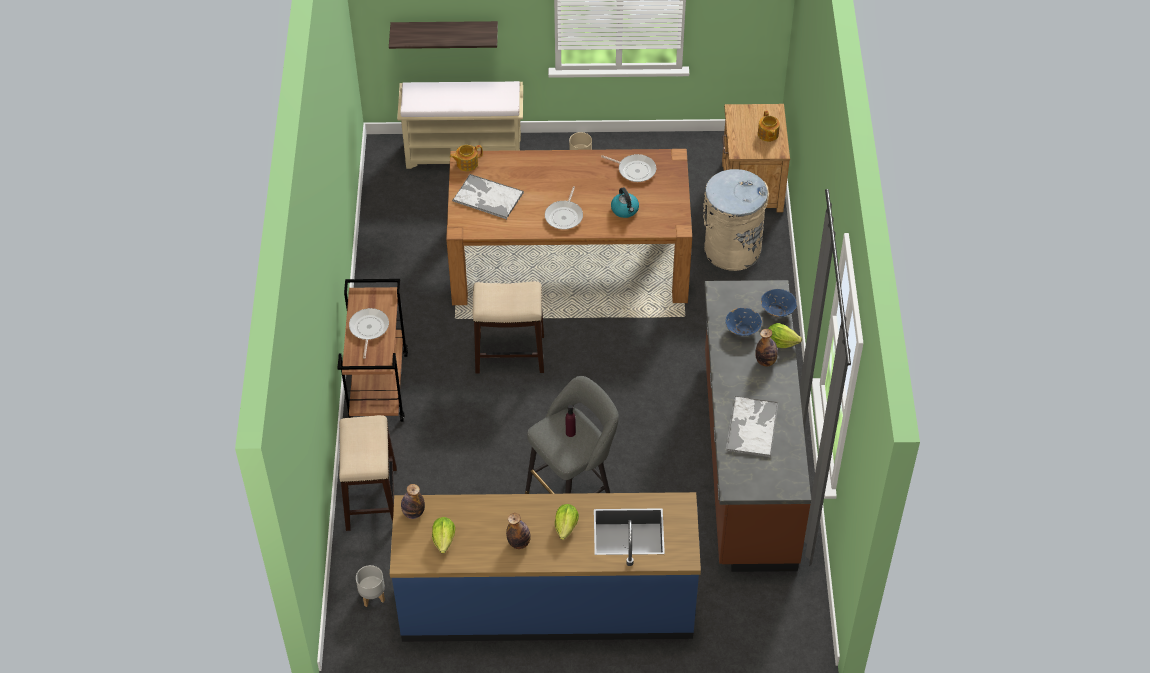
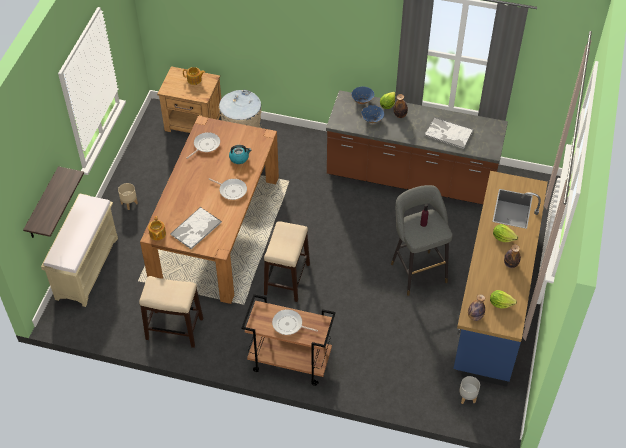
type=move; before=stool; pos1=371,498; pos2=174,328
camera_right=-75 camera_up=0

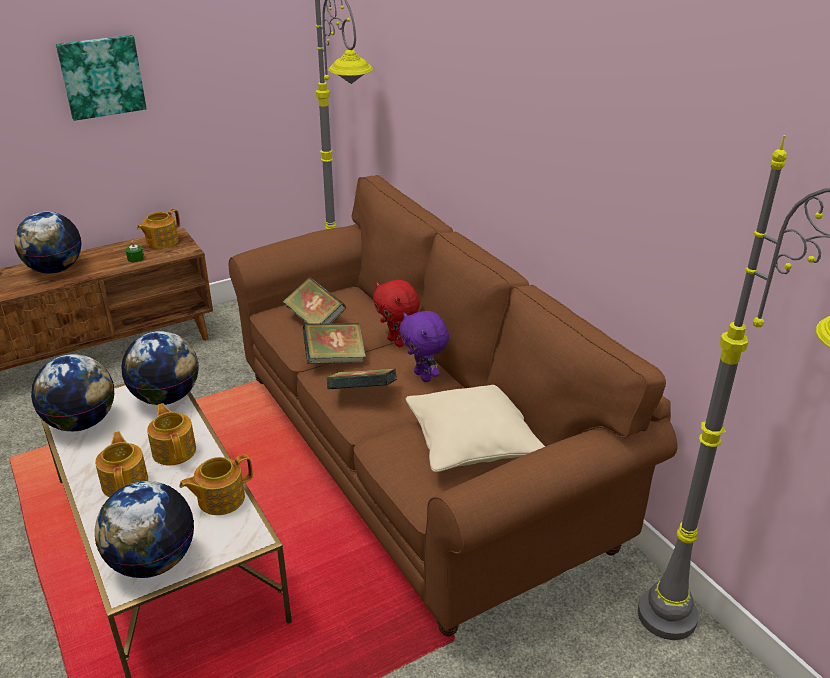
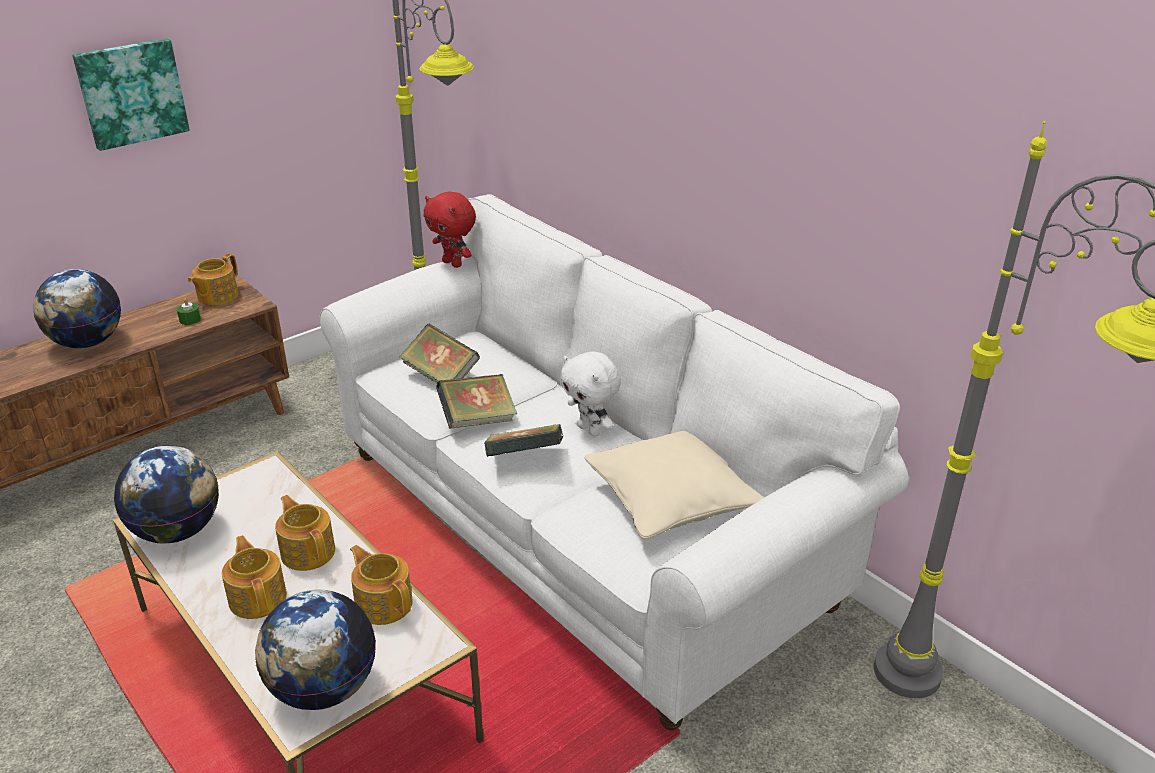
type=delete; before=globe; pos1=166,397
type=rotate; before=teapot; pos1=220,499; pos2=384,603; turn=90
type=recolor; before=brown sofa; after=white sofa; pos1=415,457; pos2=578,528
type=move; before=red plush toy; pos1=397,342; pos2=453,263
type=recolor; before=purple plush toy; after=white plush toy; pos1=424,376; pos2=590,430
camera_right=-10 camera_up=0

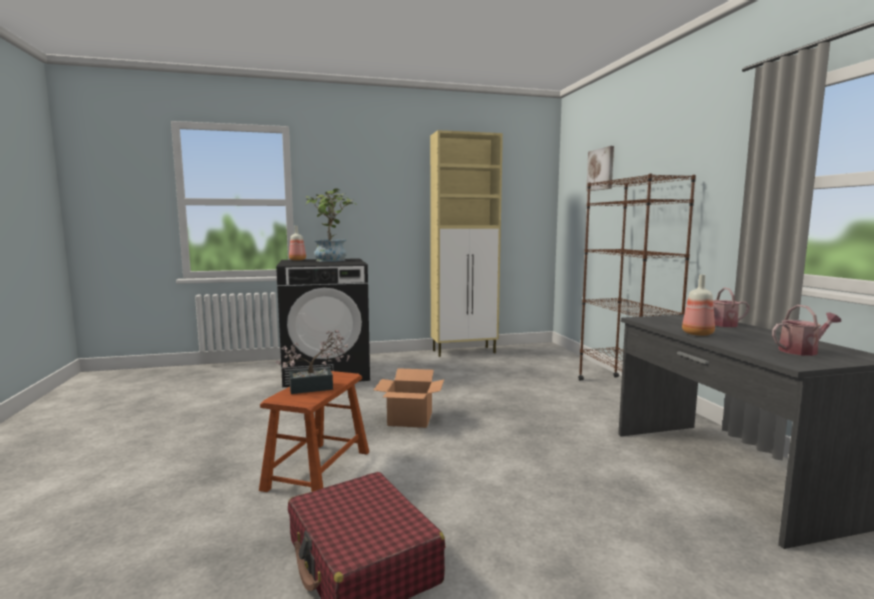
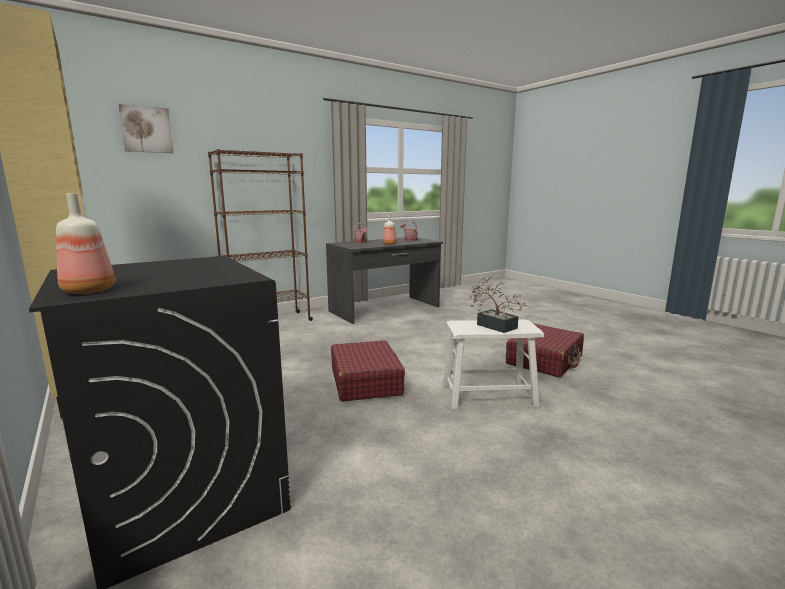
type=recolor; before=brown stool; after=white stool; pos1=318,470; pos2=488,394
type=delete; before=potted plant; pos1=331,260
type=replace; before=cardboard box; after=red suitcase; pos1=411,419; pos2=366,381
camera_right=-110 camera_up=5

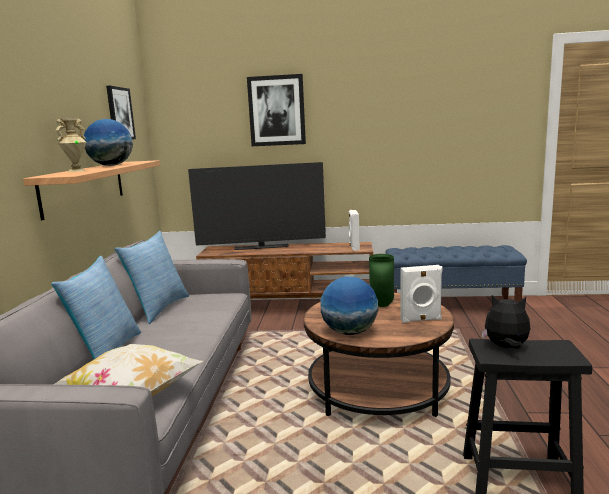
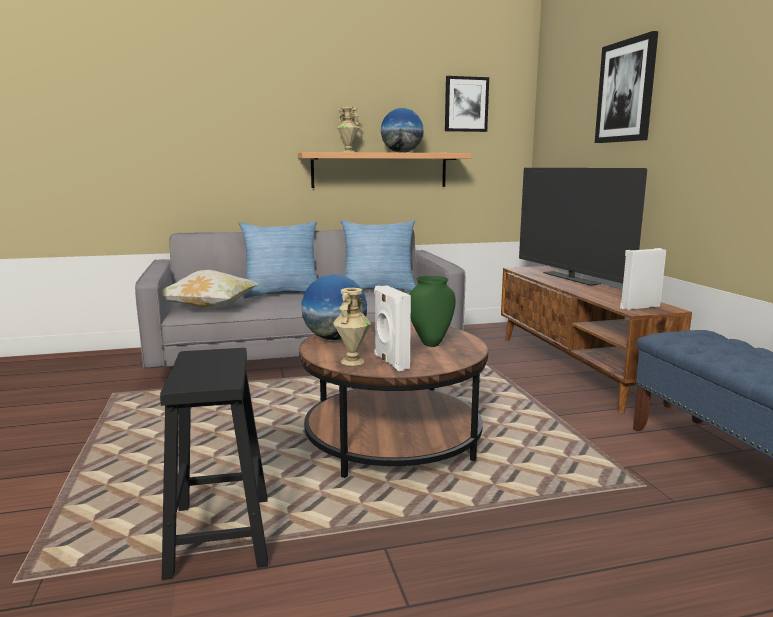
type=delete; before=plush toy; pos1=506,348
type=insert; after=beige vase; pos2=352,361
camera_right=70 camera_up=0

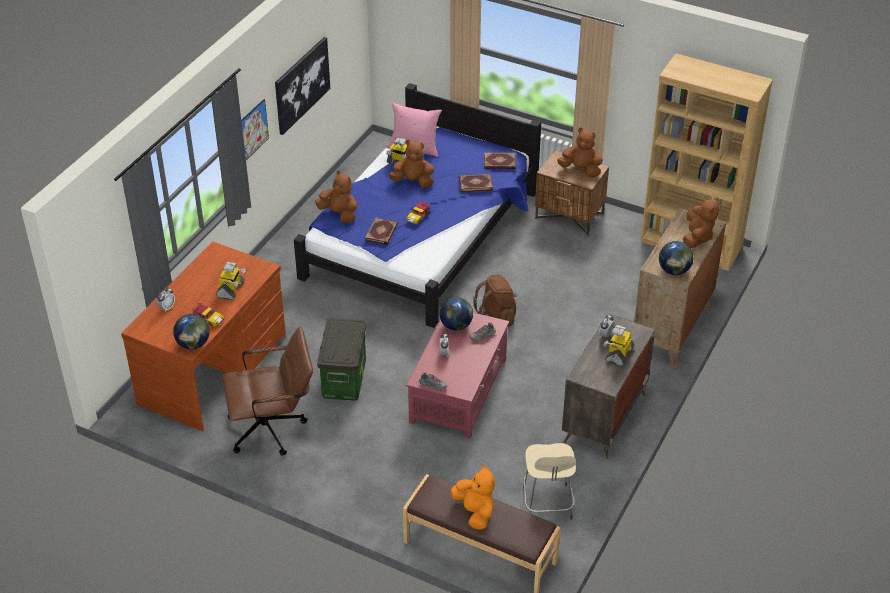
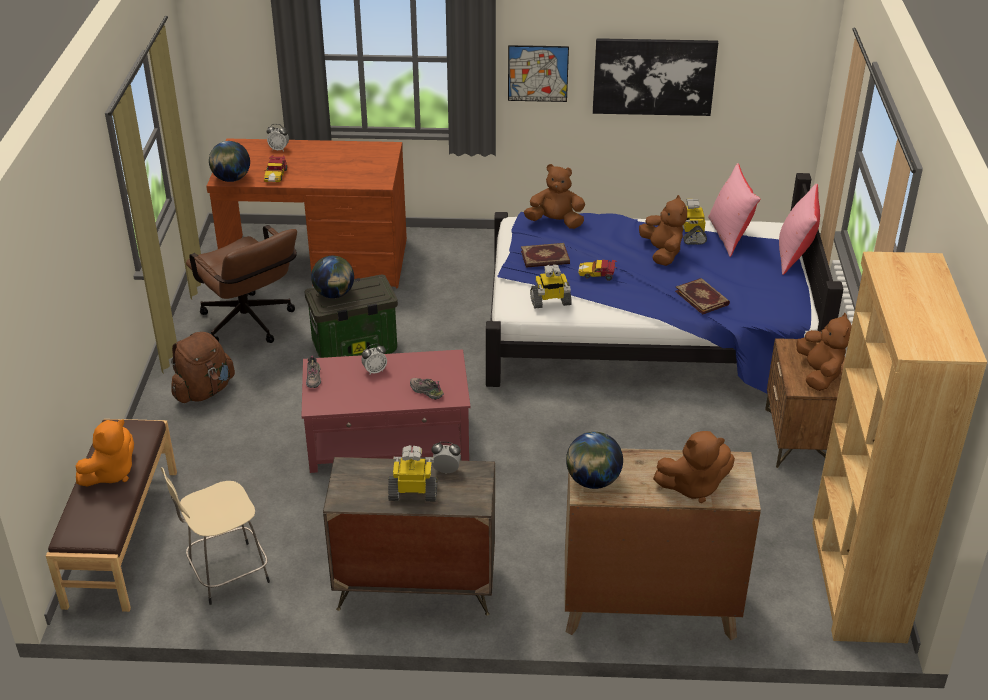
type=move; before=toy robot; pos1=231,290; pos2=550,302
type=rotate; before=brown plush toy; pos1=339,214; pos2=555,222; turn=-90
type=move; before=globe; pos1=456,325; pos2=334,294
type=move; before=brown backpack; pos1=497,316; pos2=204,391
type=delete; before=book; pos1=499,162
type=insert; after=pink pillow; pos2=794,255
camera_right=65 camera_up=-5

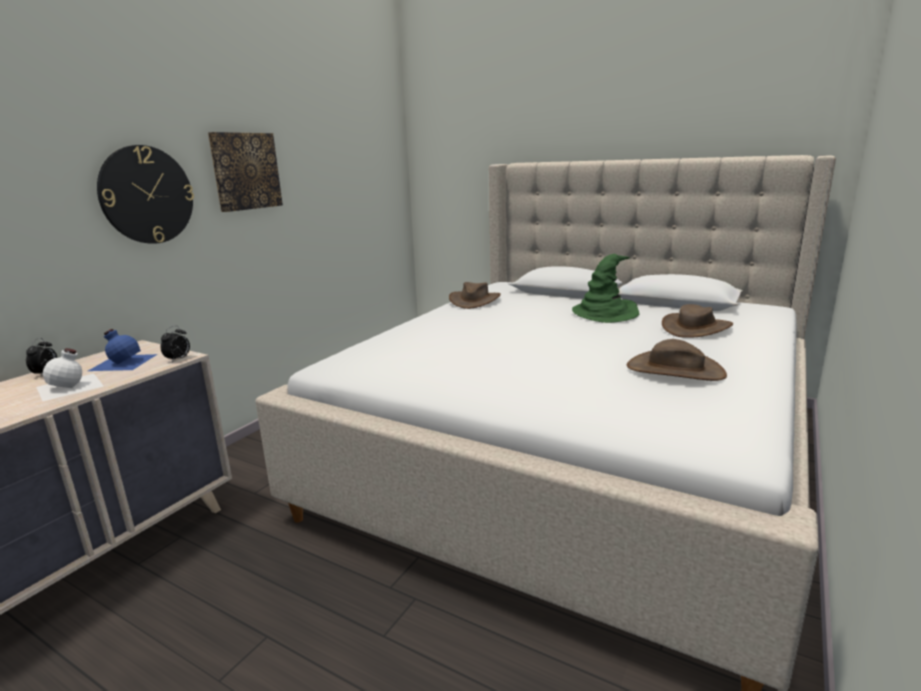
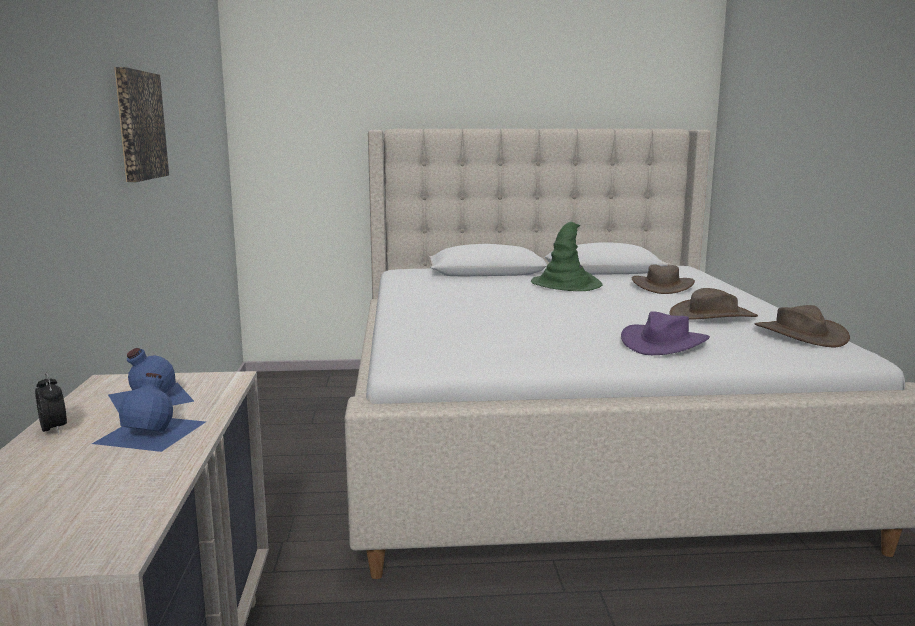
type=recolor; before=white bottle; after=blue bottle; pos1=71,386; pos2=153,431
type=delete; before=wall clock; pos1=147,195
type=delete; before=alarm clock; pos1=178,359
type=move; before=brown hat; pos1=474,300; pos2=800,334
type=insert; after=purple hat; pos2=663,343
camera_right=-35 camera_up=-5

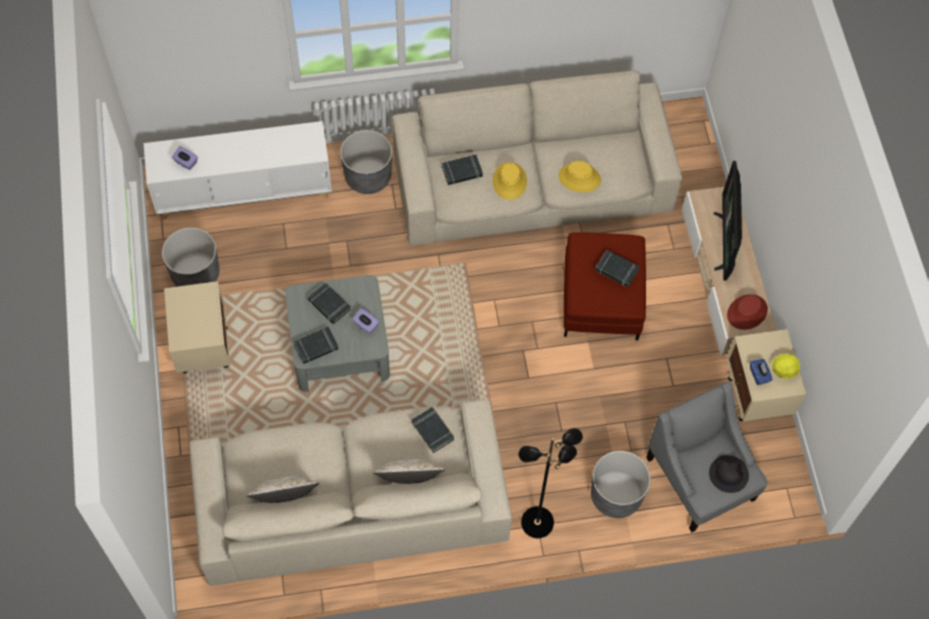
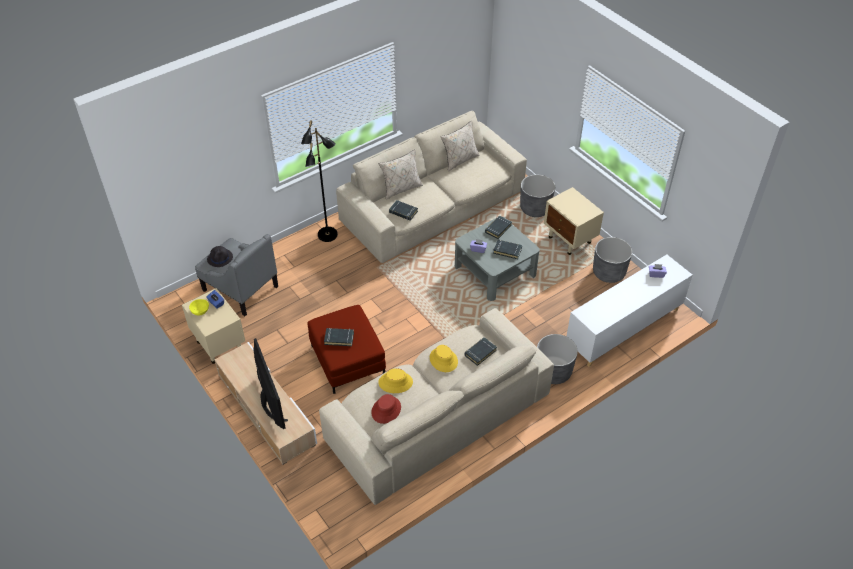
type=move; before=grey planter; pos1=616,495; pos2=535,208
type=move; before=red hat; pos1=747,312; pos2=386,410
camera_right=155 camera_up=-15

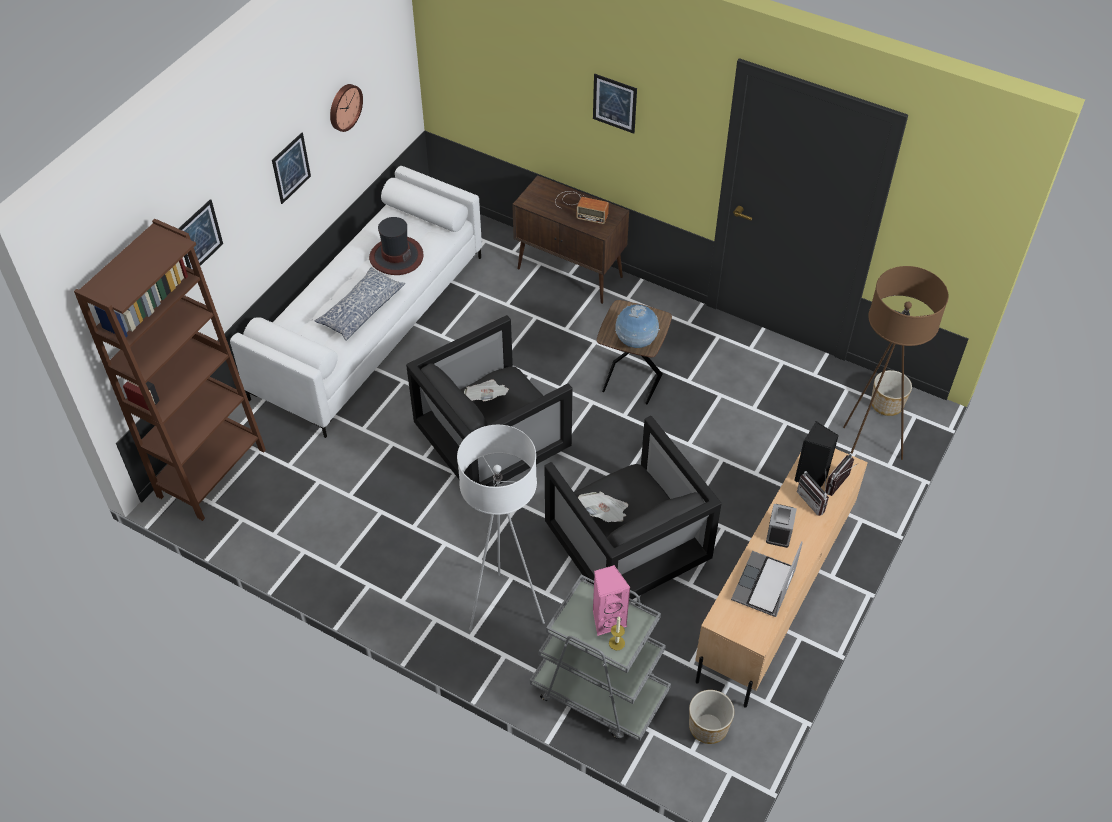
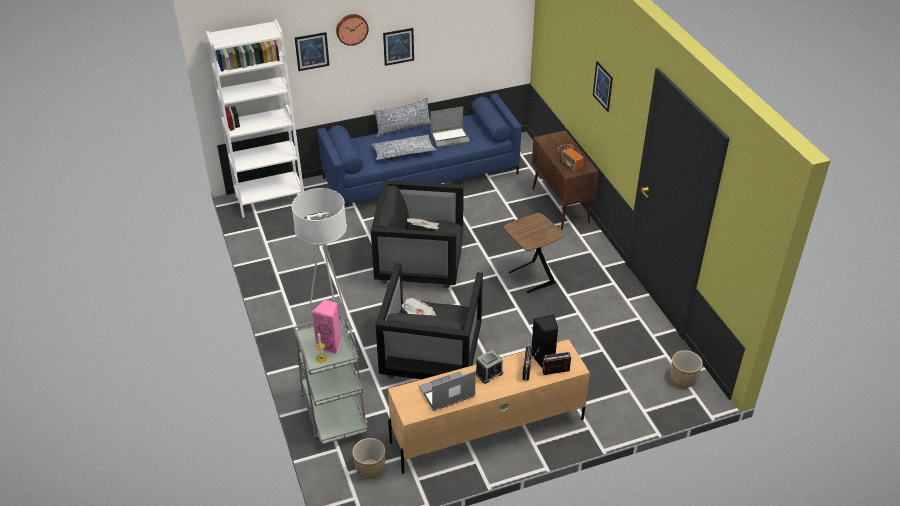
type=recolor; before=brown bookcase; after=white bookcase; pos1=211,473; pos2=270,199
type=recolor; before=white sofa; after=blue sofa; pos1=369,324; pos2=421,175
type=move; before=wall clock; pos1=344,107; pos2=351,29
type=replace; before=hat; after=laptop; pos1=396,257; pos2=450,138
type=delete; before=globe; pos1=636,342
type=delete; before=brown floor lamp; pos1=863,454
type=insert; after=pillow; pos2=403,128
camera_right=40 camera_up=-10

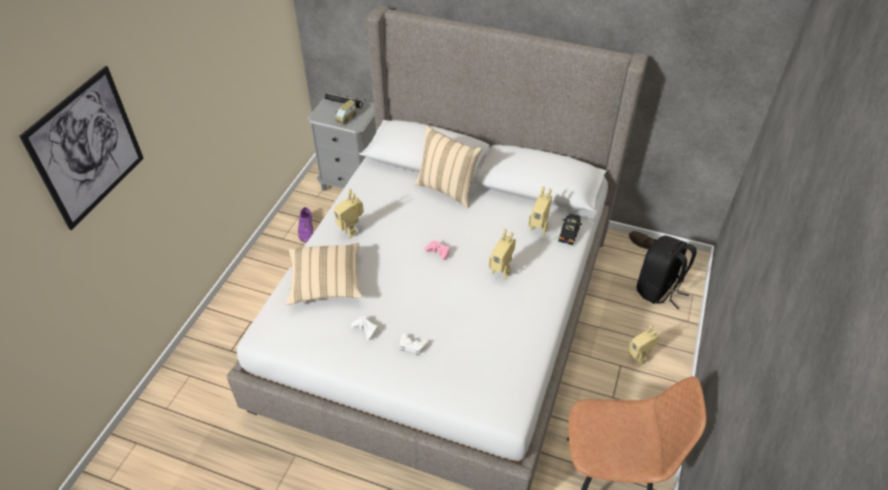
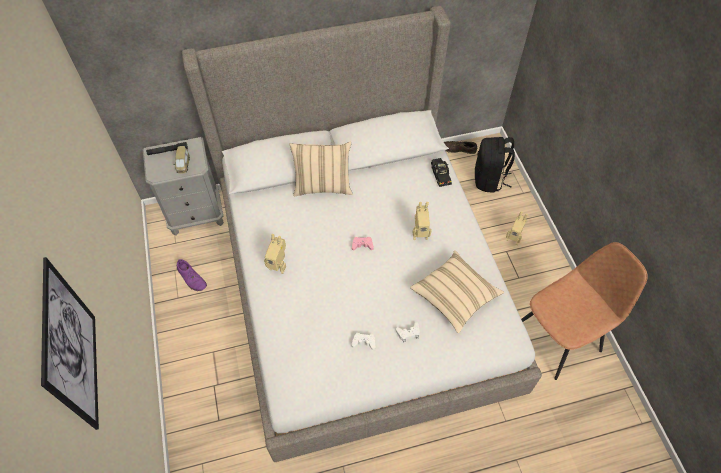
type=move; before=beige pillow; pos1=326,283; pos2=454,296
type=delete; before=toy robot; pos1=539,228
camera_right=-35 camera_up=10

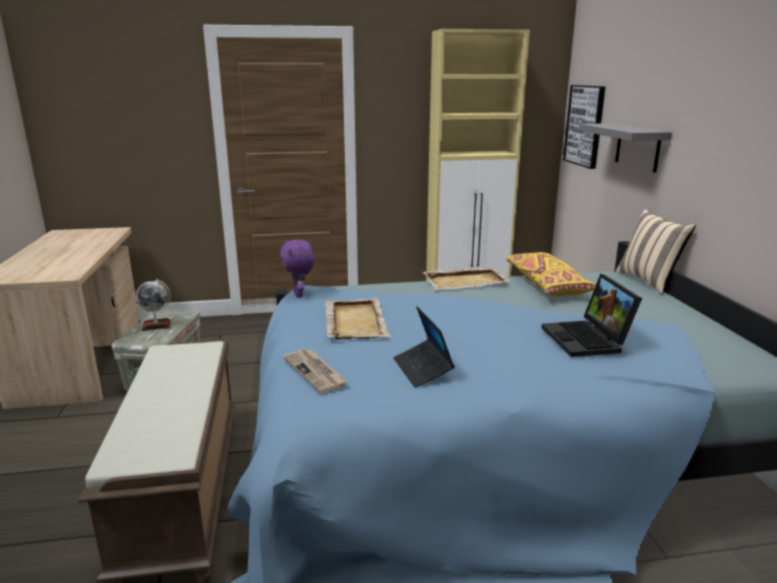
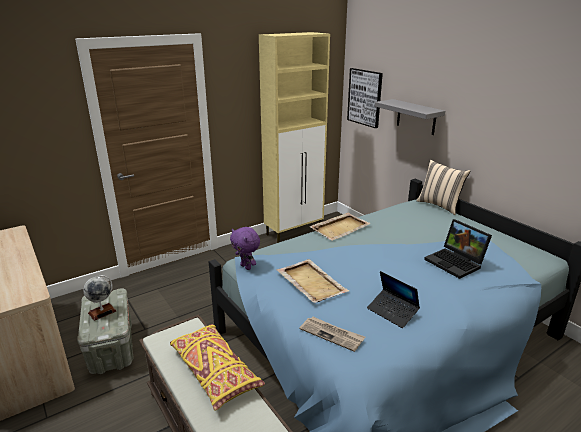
type=move; before=yellow pillow; pos1=547,285; pos2=214,372
camera_right=-25 camera_up=5

